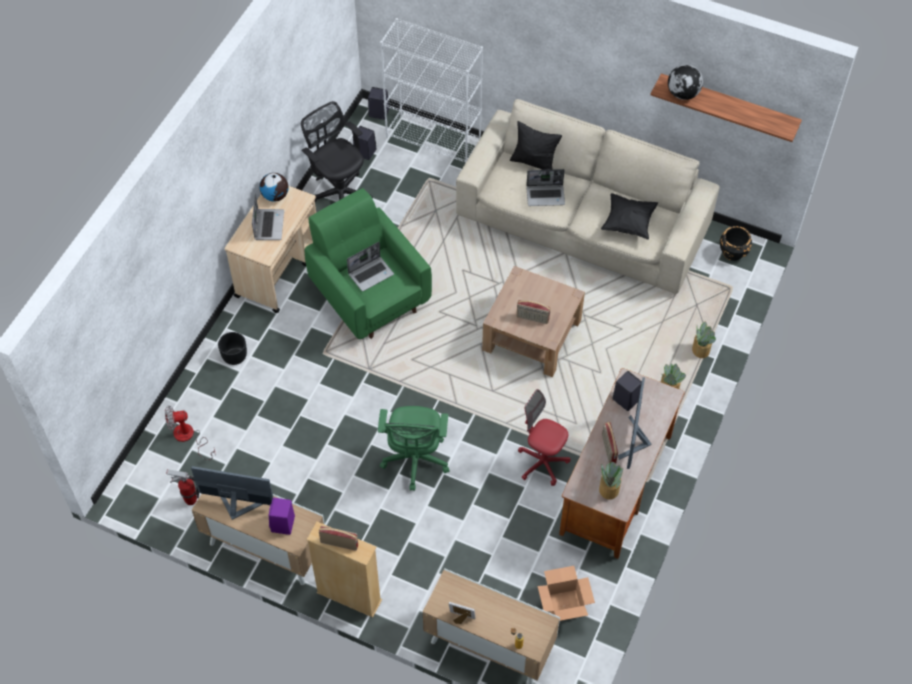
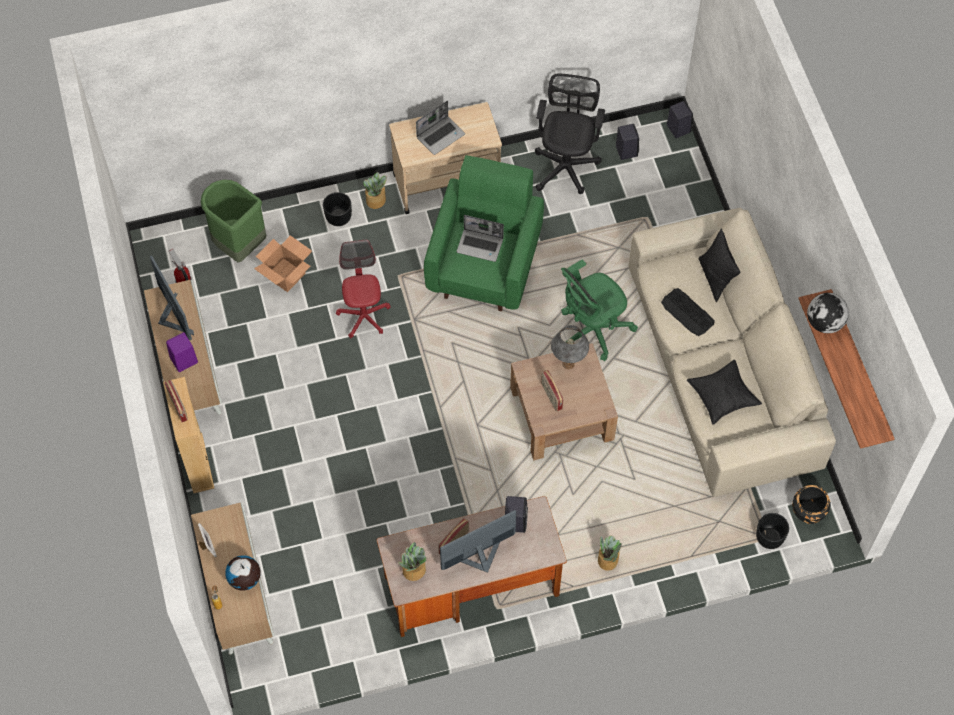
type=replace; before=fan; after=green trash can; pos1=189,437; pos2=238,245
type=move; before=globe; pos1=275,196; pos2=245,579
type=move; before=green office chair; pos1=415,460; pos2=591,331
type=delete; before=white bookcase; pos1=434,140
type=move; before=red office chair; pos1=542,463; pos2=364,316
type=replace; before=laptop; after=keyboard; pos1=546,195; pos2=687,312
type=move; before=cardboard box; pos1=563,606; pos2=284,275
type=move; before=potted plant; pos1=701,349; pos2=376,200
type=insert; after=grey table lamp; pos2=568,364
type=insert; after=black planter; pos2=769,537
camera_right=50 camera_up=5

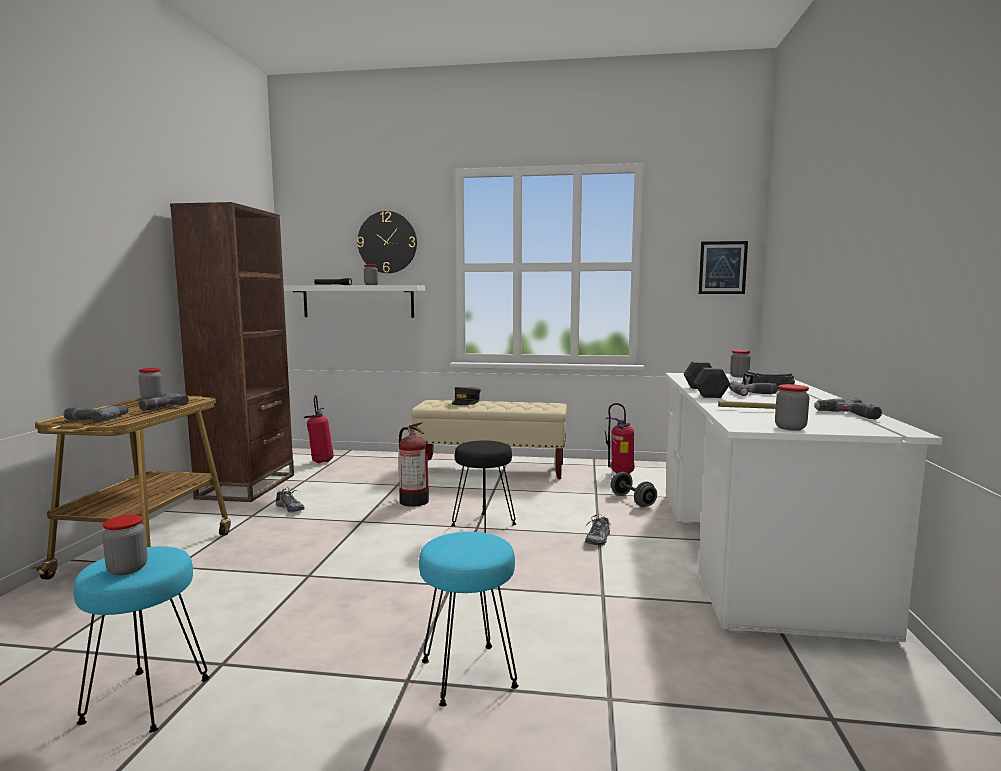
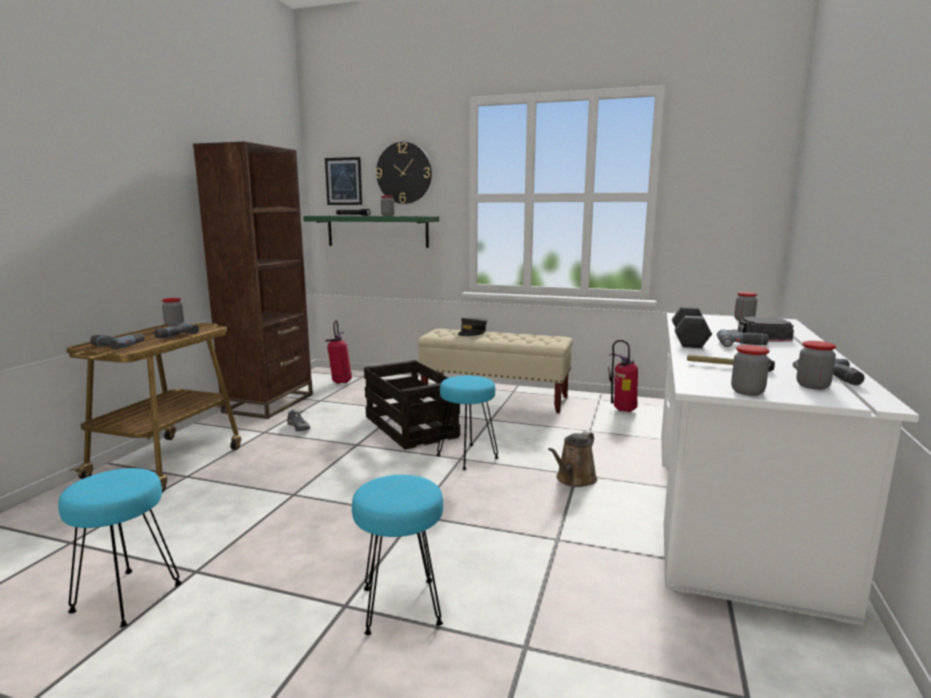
type=move; before=jar; pos1=127,569; pos2=812,386
type=recolor; before=white shelf; after=green shelf; pos1=358,301; pos2=377,231
type=replace; before=fire extinguisher; after=crate; pos1=413,500; pos2=410,427
type=recolor; before=black stool; after=turquoise stool; pos1=483,525; pos2=467,456
type=replace; before=shoe; after=brown watering can; pos1=598,539; pos2=574,480
type=delete; before=grey dumbbell; pos1=632,500
type=move; before=picture; pos1=722,267; pos2=343,181
camera_right=10 camera_up=5

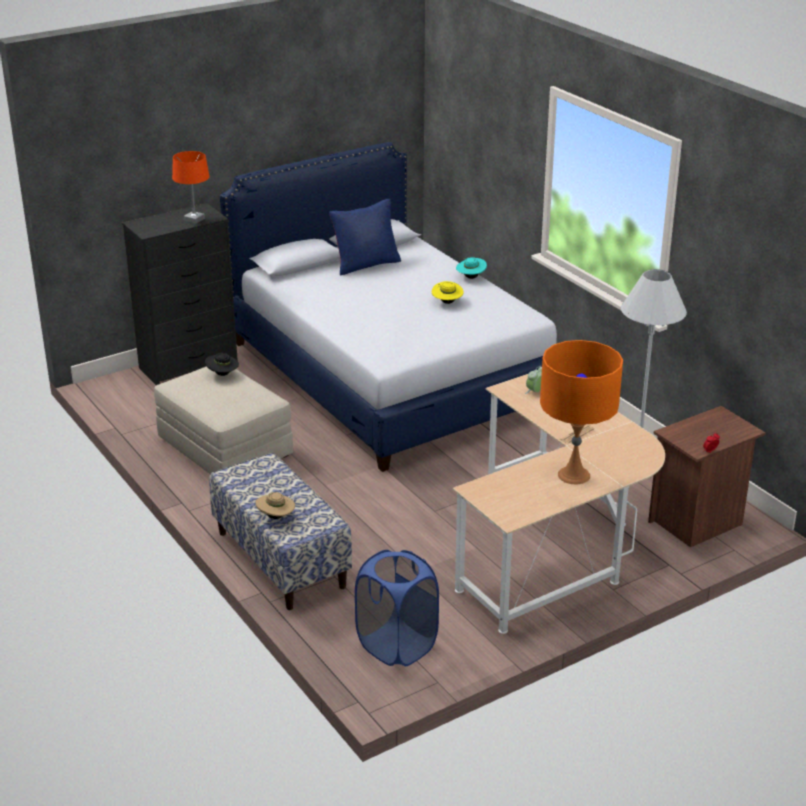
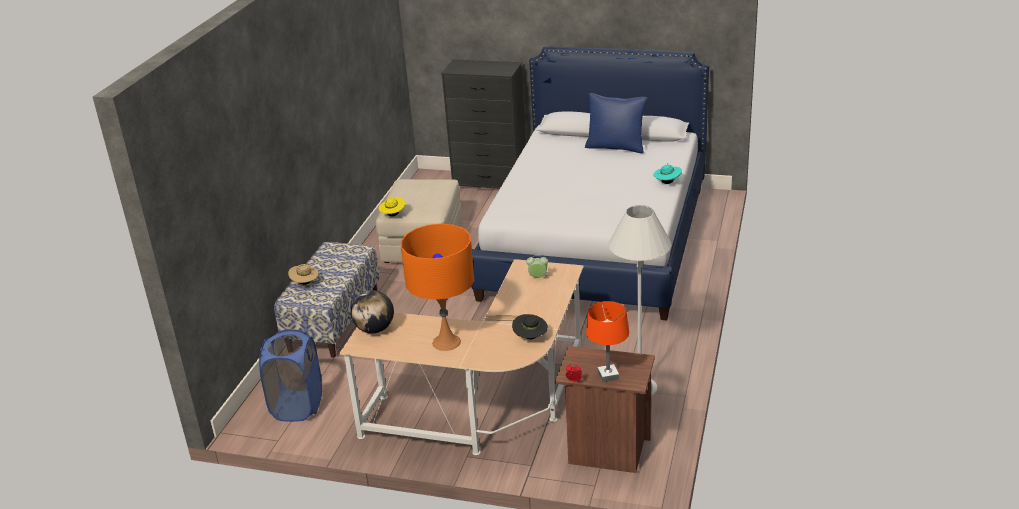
type=move; before=orange table lamp; pos1=194,219; pos2=608,375
type=move; before=black hat; pos1=222,374; pos2=530,337
type=move; before=yellow hat; pos1=447,302; pos2=392,215
type=insert; after=globe; pos2=374,329
camera_right=50 camera_up=0

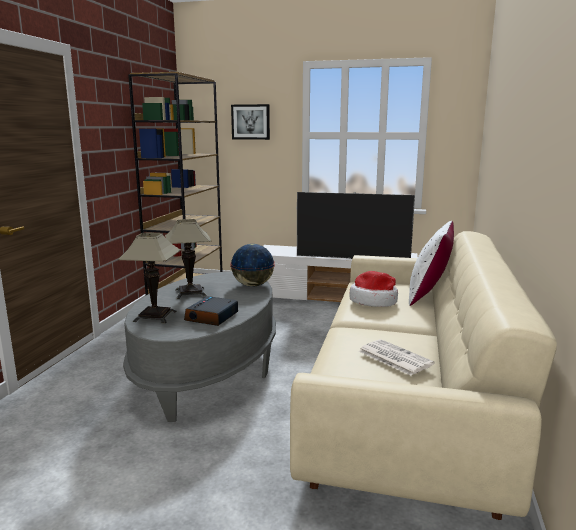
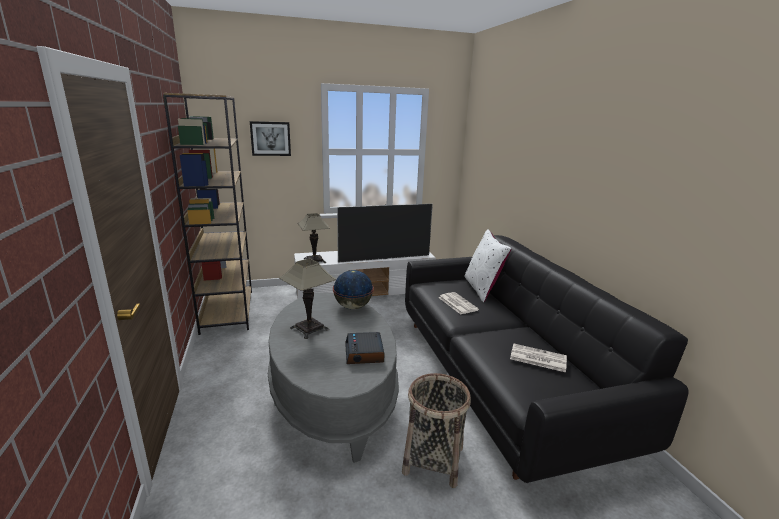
type=move; before=table lamp; pos1=155,316; pos2=314,260
type=recolor; before=beige sofa; after=black sofa; pos1=408,401; pos2=501,376
type=replace; before=hat; after=newspaper; pos1=374,301; pos2=457,303
type=insert; after=basket; pos2=433,460
camera_right=-30 camera_up=5

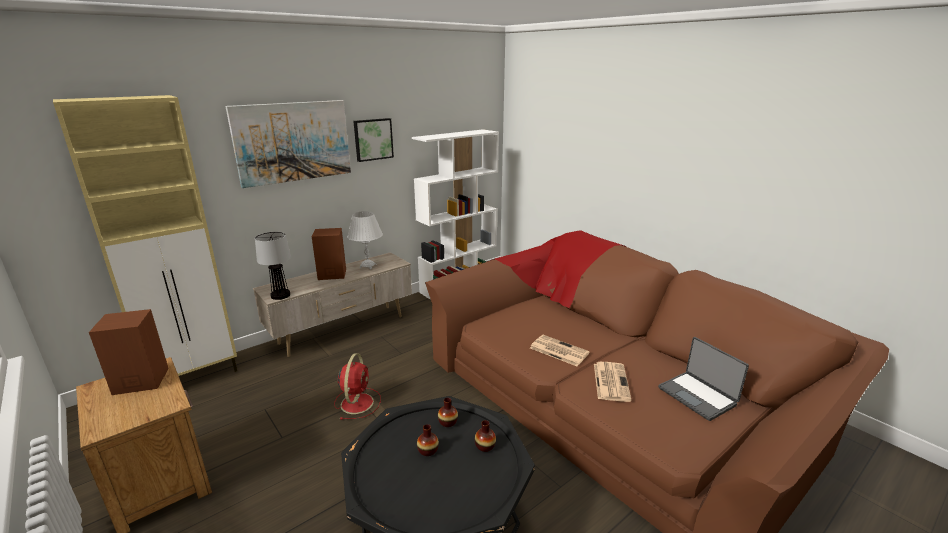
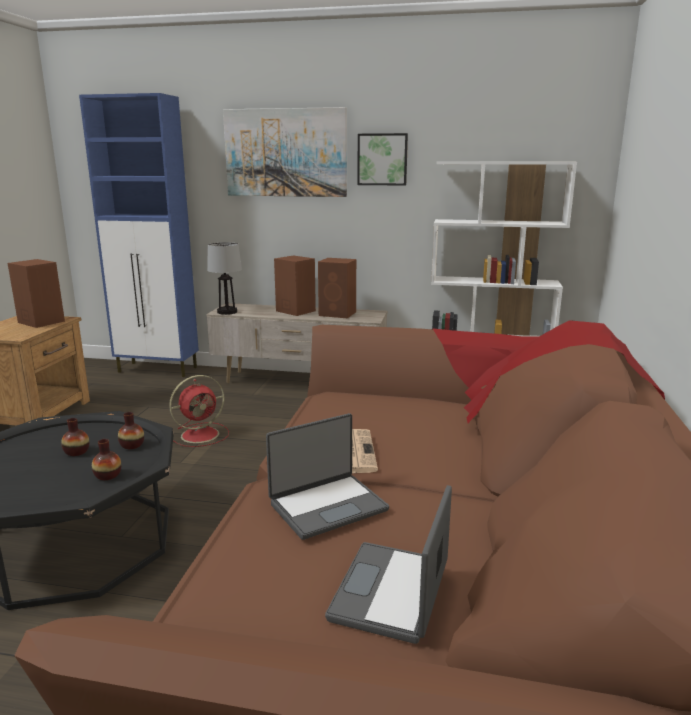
type=recolor; before=beige cabinet; after=blue cabinet; pos1=195,377; pos2=158,370
type=replace; before=white table lamp; after=brown speaker; pos1=368,266; pos2=338,314
type=replace; before=newspaper; after=laptop; pos1=610,381; pos2=327,506
camera_right=50 camera_up=-5

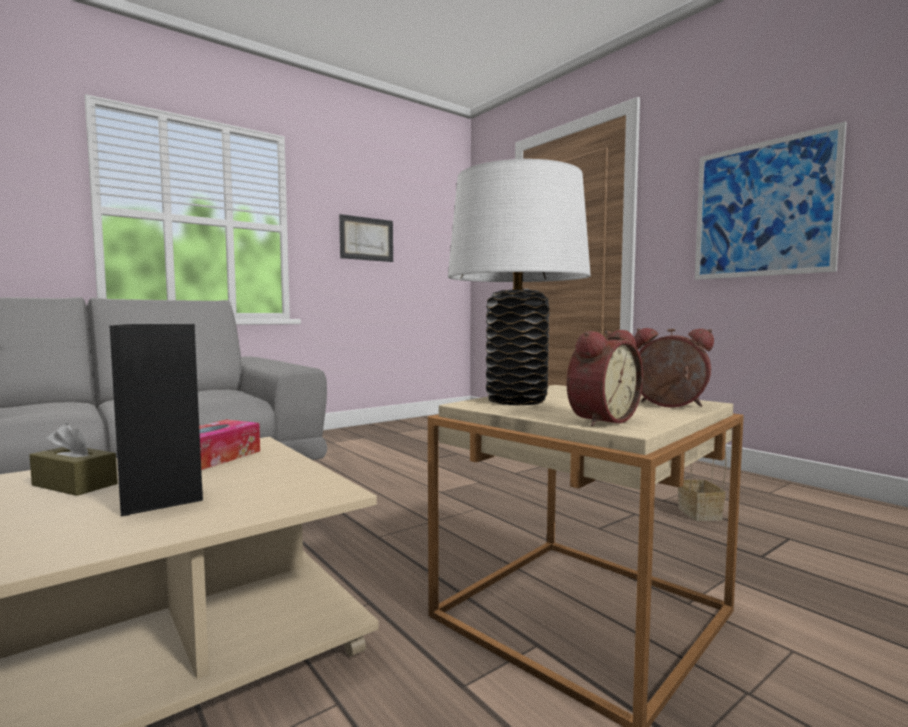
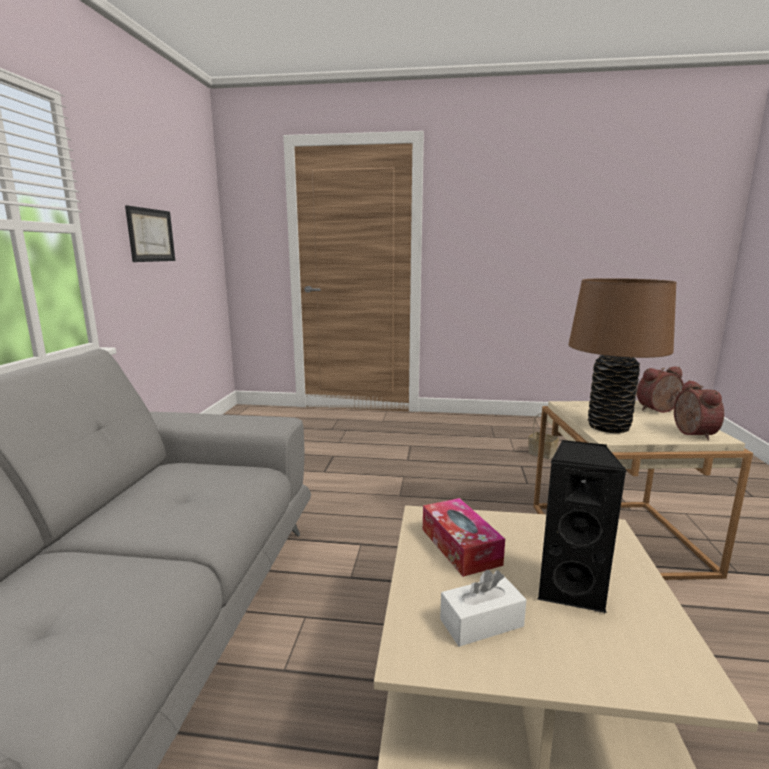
type=recolor; before=brown tissue box; after=white tissue box; pos1=74,484; pos2=481,623
type=recolor; before=white table lamp; after=brown table lamp; pos1=516,401; pos2=608,427
type=delete; before=picture; pos1=762,209
camera_right=-45 camera_up=10

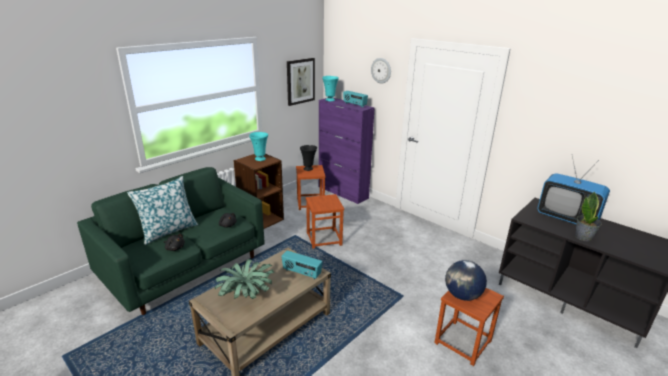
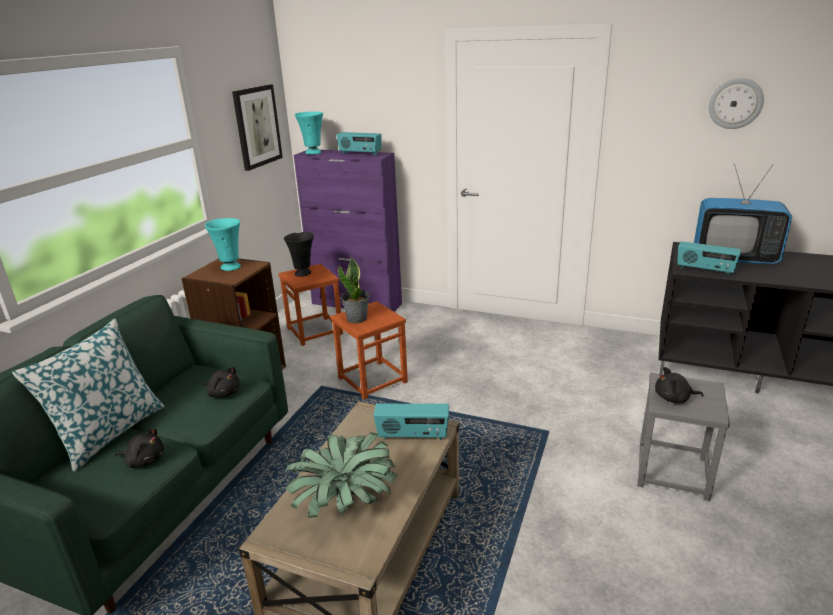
type=move; before=wall clock; pos1=381,70; pos2=735,103
type=recolor; before=brown stool; after=grey stool; pos1=463,342; pos2=673,472
type=replace; before=globe; after=black plush toy; pos1=462,295; pos2=674,399
type=move; before=potted plant; pos1=583,237; pos2=357,318
type=insert; after=radio; pos2=705,270
camera_right=-20 camera_up=0

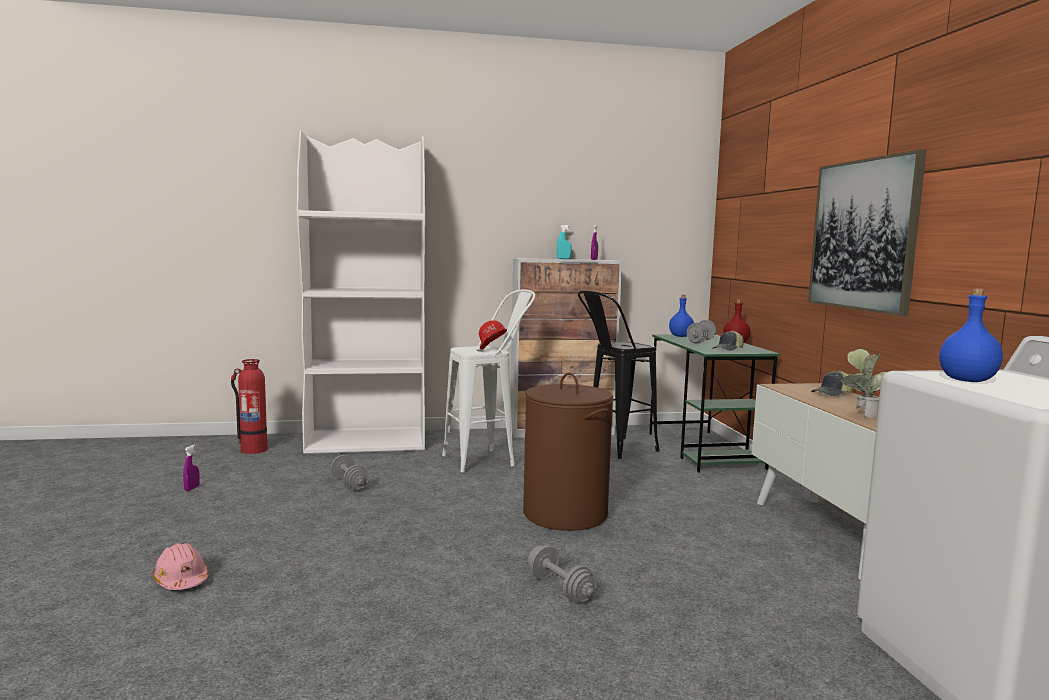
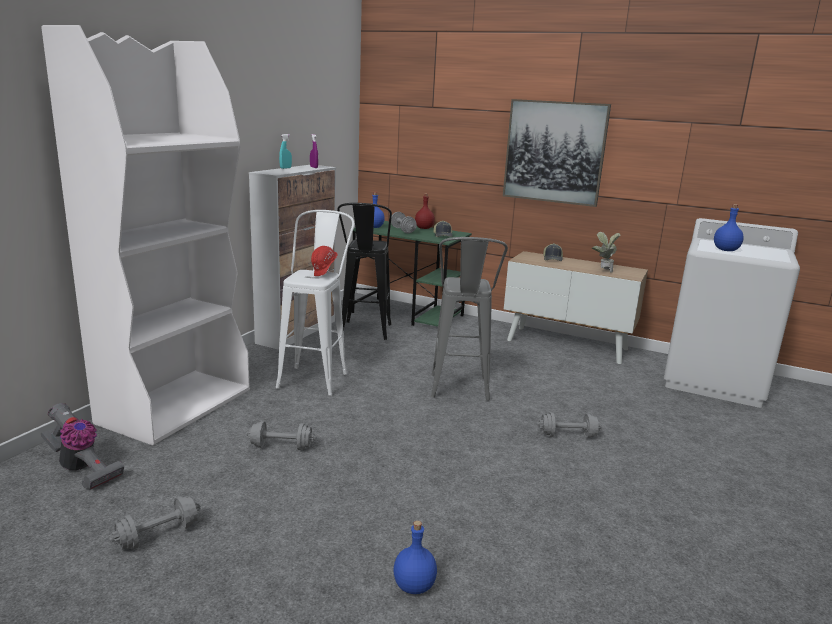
type=replace; before=pink hard hat; after=blue bottle; pos1=181,580; pos2=413,586
type=replace; before=purple spray bottle; after=grey dumbbell; pos1=192,488; pos2=158,536
type=replace; before=fire extinguisher; after=vacuum cleaner; pos1=253,449; pos2=81,469
type=replace; before=brown laundry basket; after=grey stool; pos1=564,514; pos2=459,392
camera_right=-55 camera_up=10

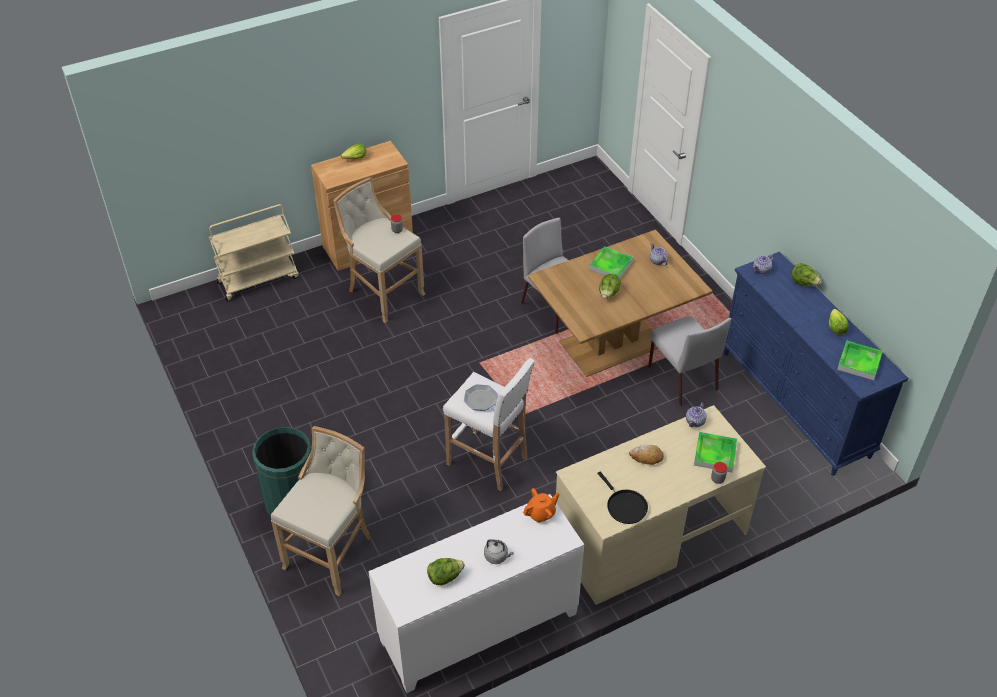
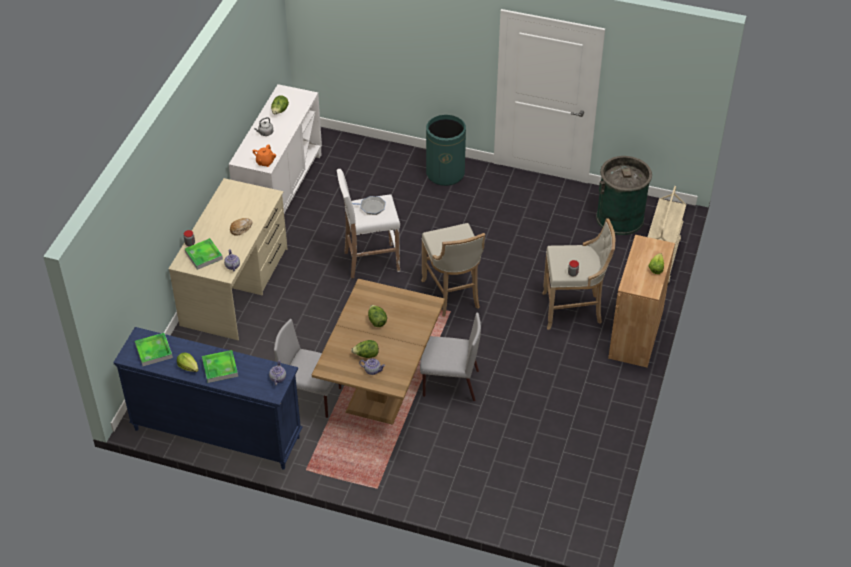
type=move; before=beige stool; pos1=332,552; pos2=453,295
type=move; before=tray; pos1=611,265; pos2=220,368
type=delete; before=black frying pan; pos1=624,506
type=move; before=lettuce; pos1=803,283; pos2=366,355
type=insert; after=green trash can; pos2=620,218
camera_right=135 camera_up=0

